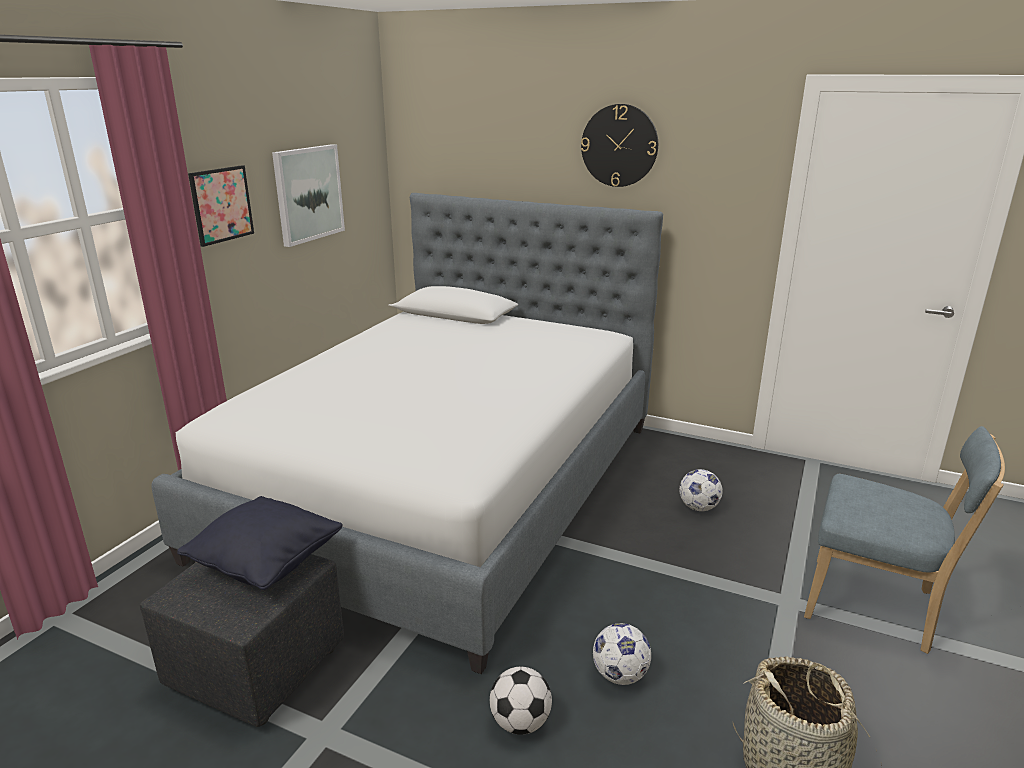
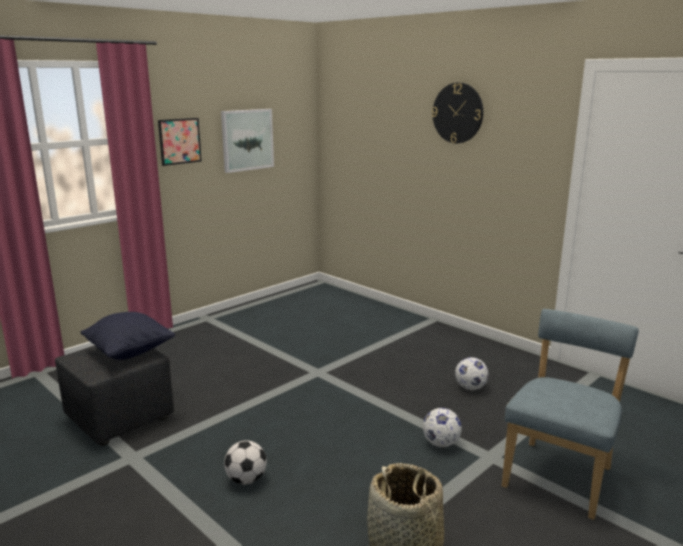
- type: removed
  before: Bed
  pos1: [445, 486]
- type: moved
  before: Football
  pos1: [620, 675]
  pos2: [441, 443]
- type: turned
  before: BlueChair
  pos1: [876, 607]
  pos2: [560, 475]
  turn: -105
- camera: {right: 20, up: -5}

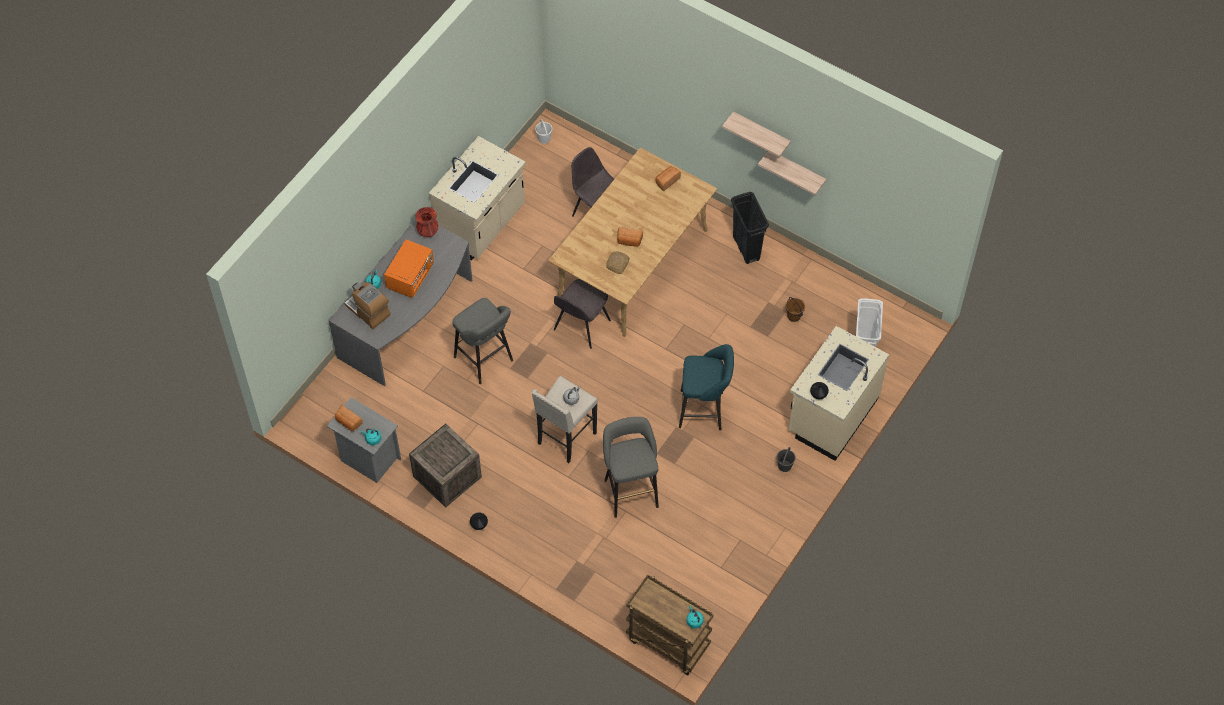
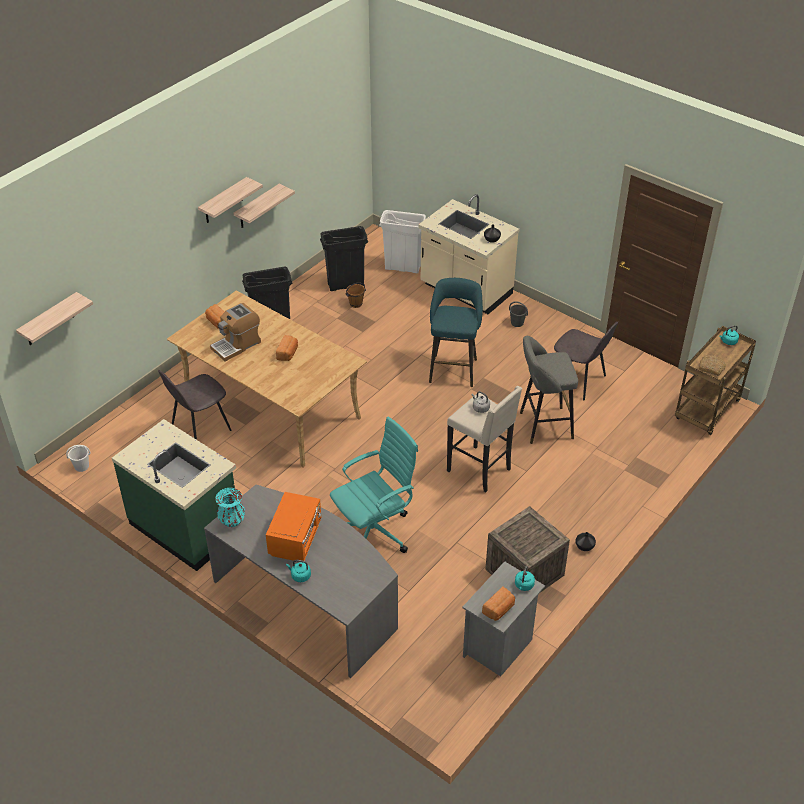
- type: added
  after: Shelf
  pos2: [49, 320]
- type: added
  after: BlackTrashCan
  pos2: [346, 285]
- type: moved
  before: CoffeeMachine
  pos1: [368, 310]
  pos2: [237, 345]
- type: moved
  before: GreyChair
  pos1: [581, 326]
  pos2: [579, 381]
- type: moved
  before: Bread
  pos1: [617, 264]
  pos2: [711, 368]
- type: replaced
  before: GreyStool
  after: TurquoiseOfficeChair
  pos1: [485, 361]
  pos2: [375, 531]
- type: recoloured
  before: RedVase
  after: TurquoiseVase
  pos1: [428, 231]
  pos2: [232, 520]
- type: recoloured
  before: BeigeCounter
  after: GreenCounter
  pos1: [481, 225]
  pos2: [186, 527]
- type: turned
  before: OrangeMicrowave
  pos1: [411, 277]
  pos2: [296, 538]
  turn: 75
- camera: {right: -85, up: -15}

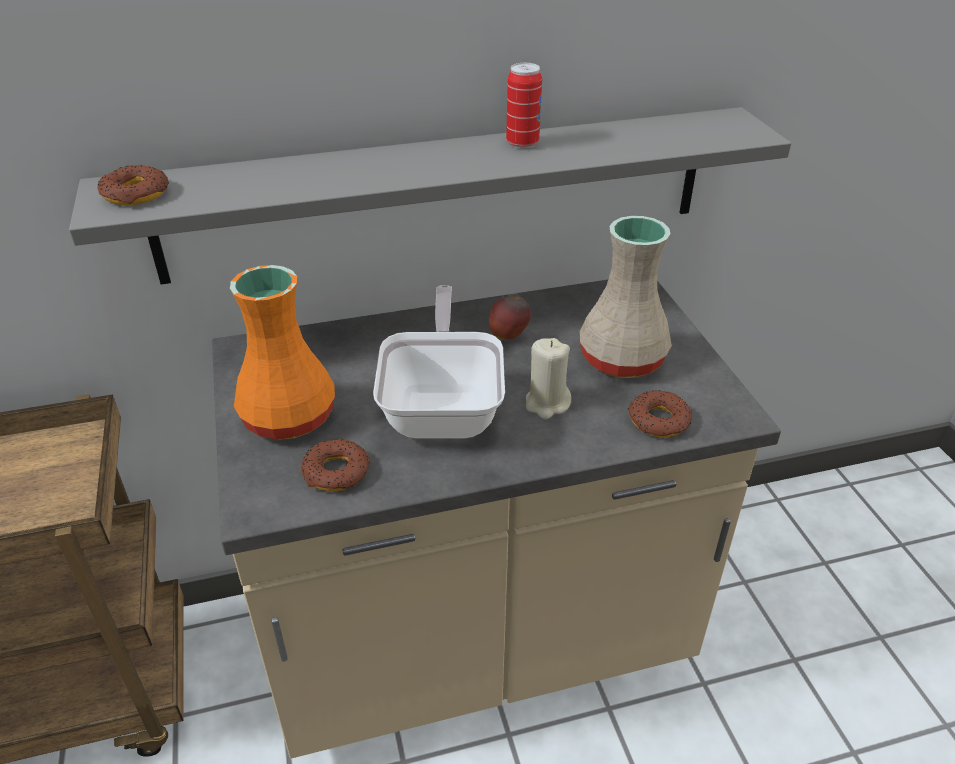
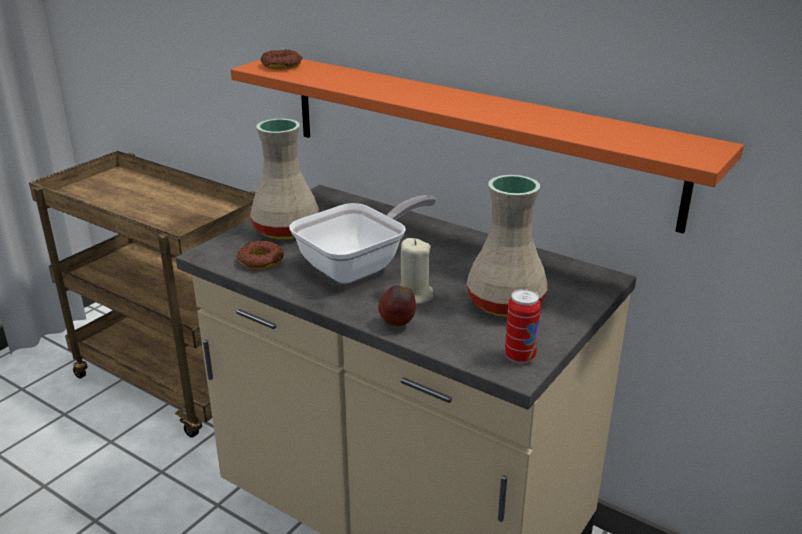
- type: removed
  before: Donut
  pos1: [658, 420]
- type: moved
  before: Apple
  pos1: [508, 337]
  pos2: [398, 325]
- type: moved
  before: Can
  pos1: [522, 143]
  pos2: [519, 357]
- type: recoloured
  before: GreyShelf
  after: OrangeShelf
  pos1: [439, 194]
  pos2: [471, 135]
- type: recoloured
  before: OrangeVase
  after: BeigeVase
  pos1: [291, 416]
  pos2: [287, 230]
- camera: {right: 50, up: -10}

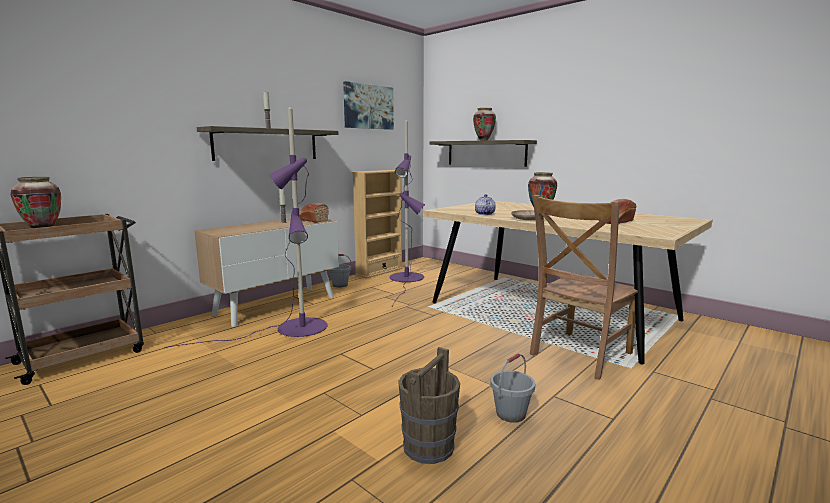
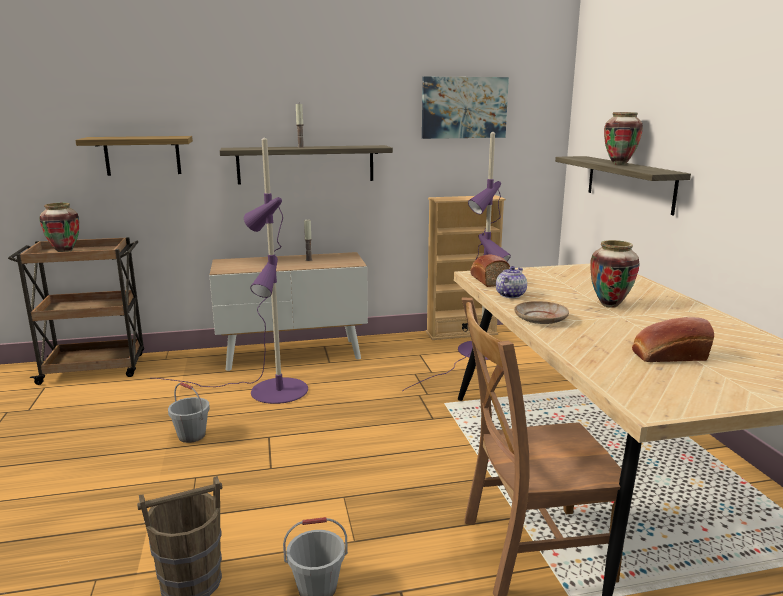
- type: added
  after: Shelf
  pos2: [142, 155]
- type: moved
  before: Bread
  pos1: [312, 220]
  pos2: [487, 280]
- type: moved
  before: GreyBucket
  pos1: [340, 285]
  pos2: [192, 435]
- camera: {right: 35, up: 5}

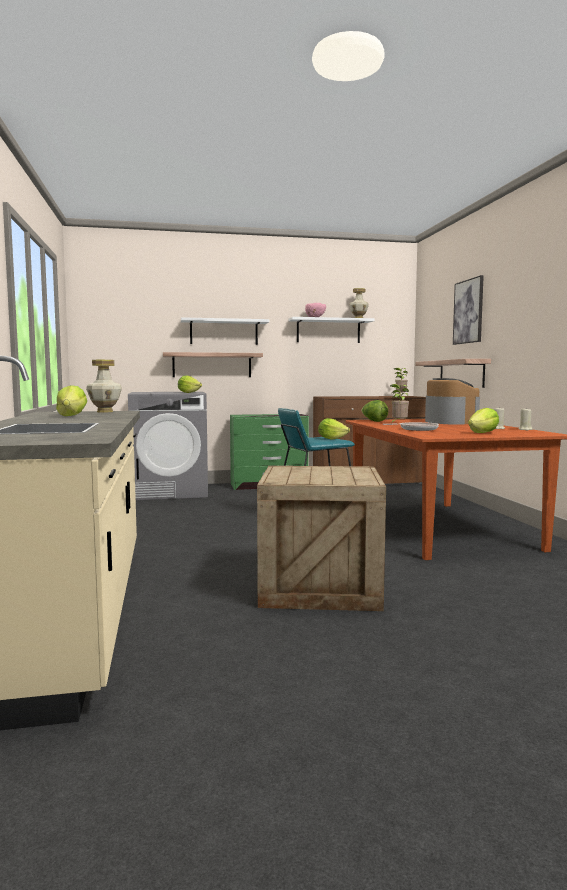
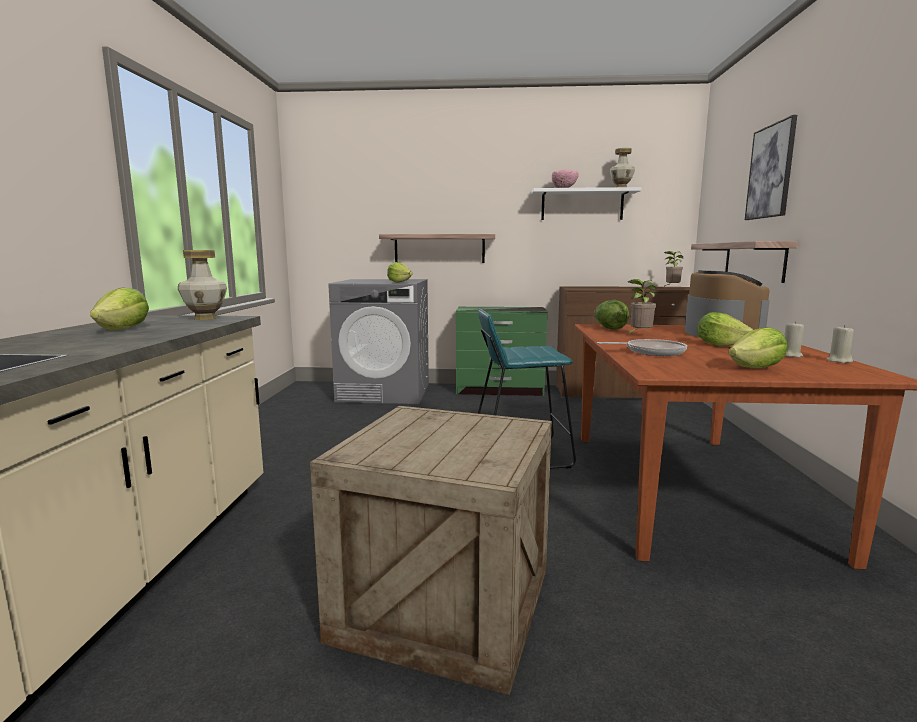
- type: removed
  before: WhiteShelf
  pos1: [224, 332]
- type: moved
  before: Lettuce
  pos1: [332, 439]
  pos2: [720, 345]
- camera: {right: 15, up: 5}

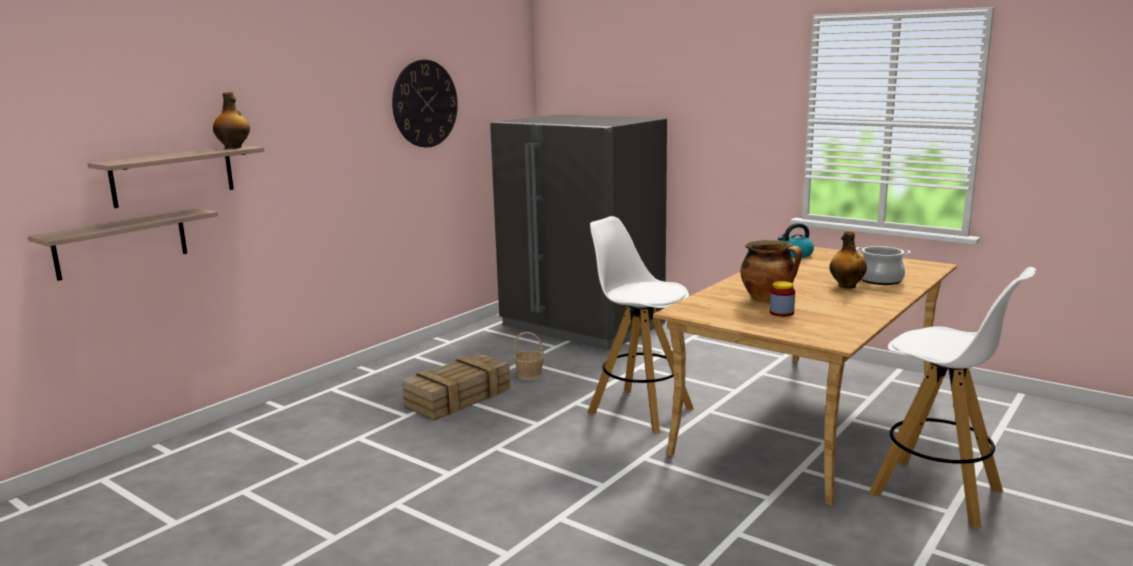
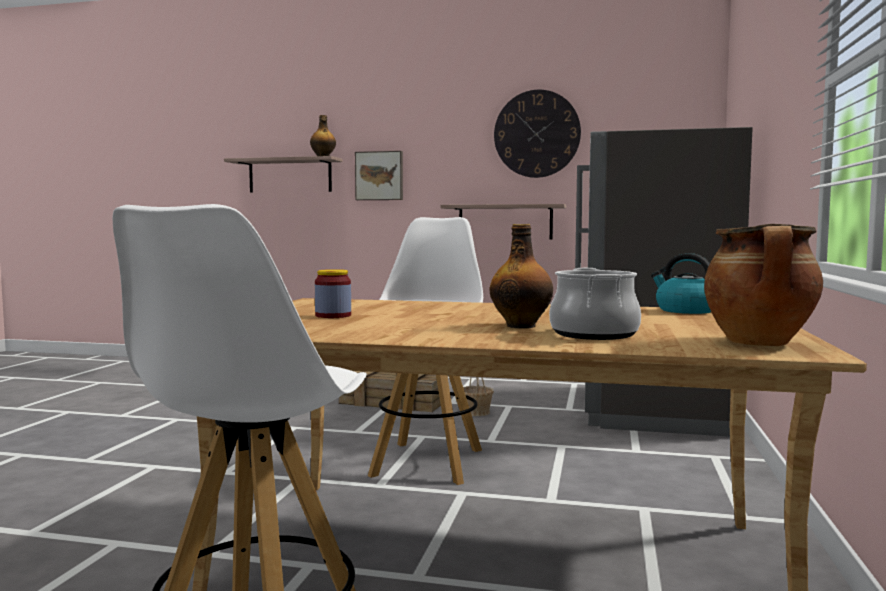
- type: added
  after: Picture
  pos2: [379, 176]
- type: moved
  before: Shelf
  pos1: [121, 243]
  pos2: [505, 222]
- type: moved
  before: CookingPot
  pos1: [768, 299]
  pos2: [760, 343]
- camera: {right: 65, up: -10}

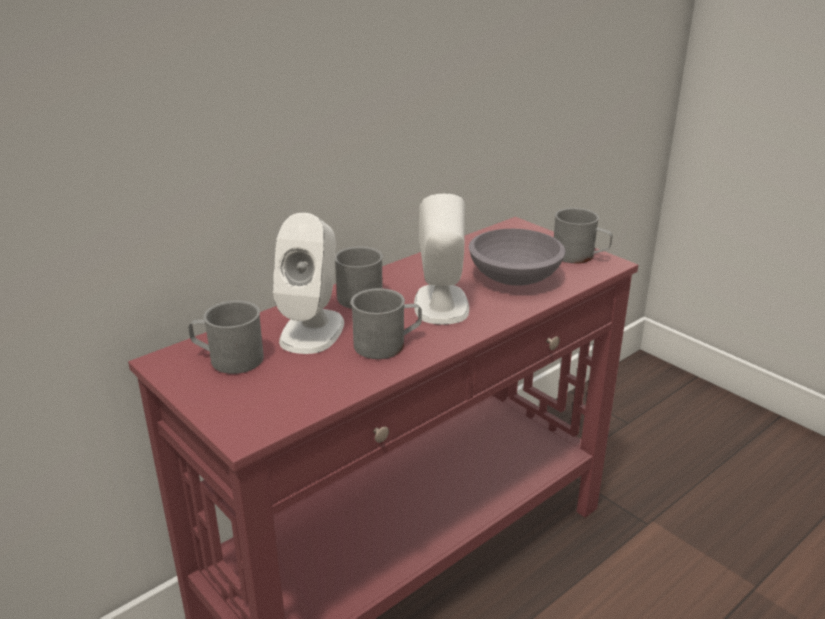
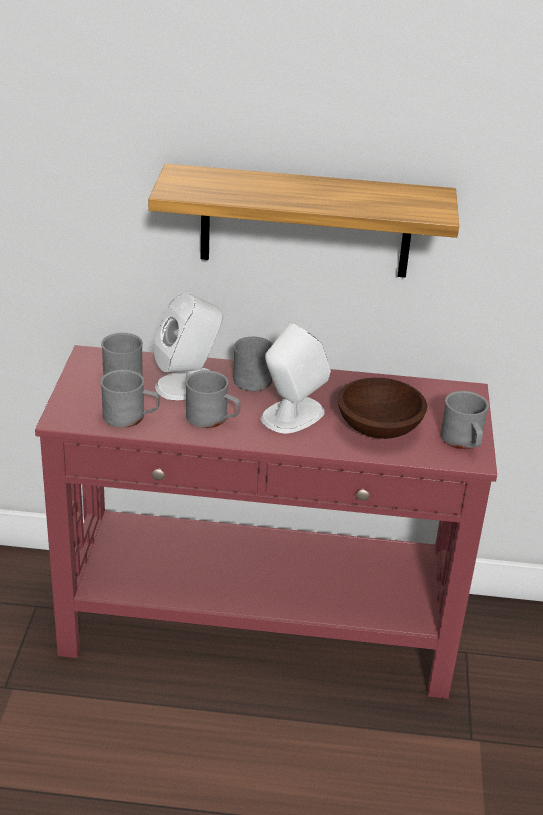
- type: added
  after: GreyMug
  pos2: [130, 417]
- type: added
  after: Shelf
  pos2: [306, 222]
- type: recoloured
  before: GreyBowl
  after: BrownBowl
  pos1: [513, 278]
  pos2: [378, 427]
- camera: {right: 45, up: 5}

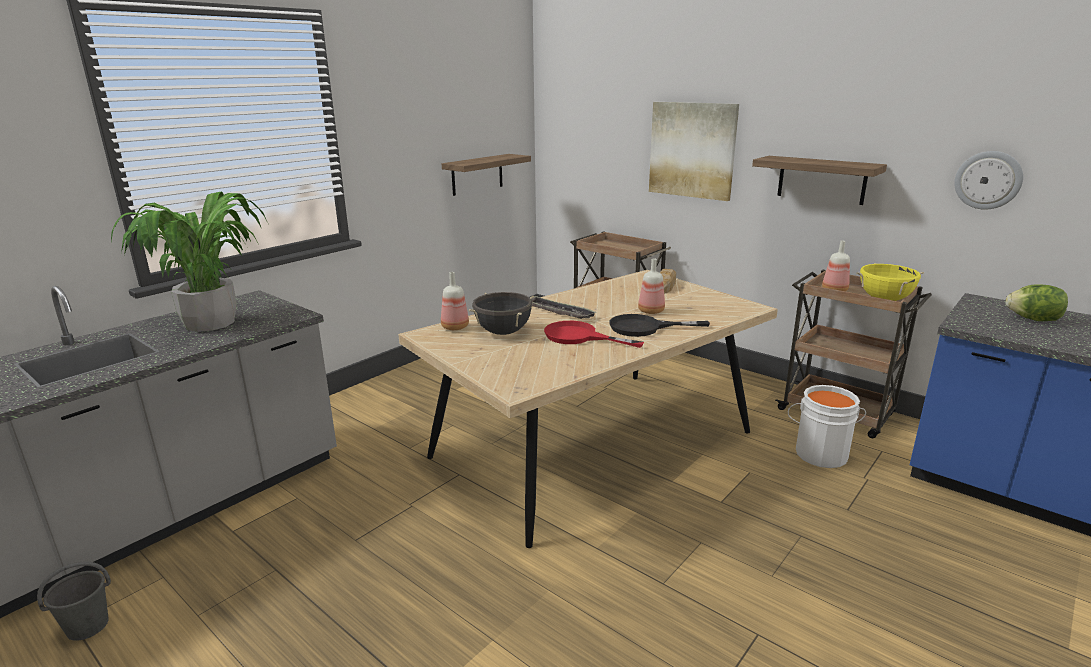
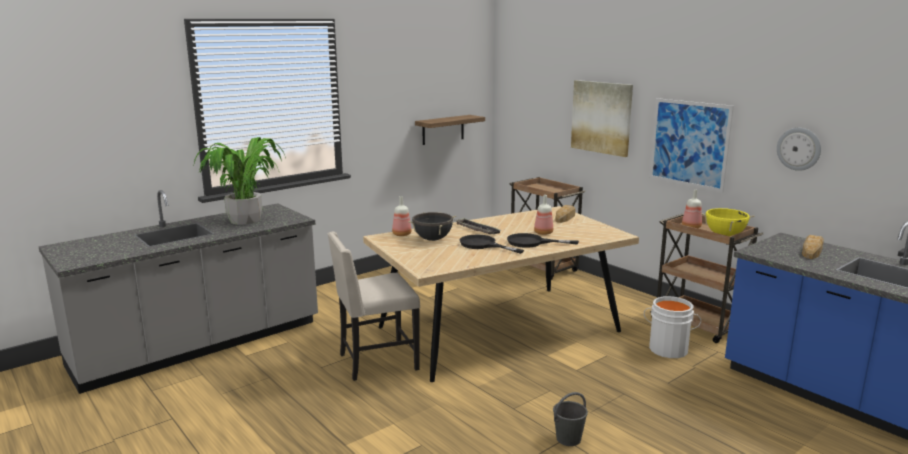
- type: added
  after: BeigeChair
  pos2: [376, 362]
- type: moved
  before: GreyBucket
  pos1: [87, 626]
  pos2: [568, 439]
- type: replaced
  before: Shelf
  after: Picture
  pos1: [821, 180]
  pos2: [689, 143]
- type: replaced
  before: Lettuce
  after: Bread
  pos1: [1033, 319]
  pos2: [812, 251]
- type: recoloured
  before: RedFryingPan
  after: BlackFryingPan
  pos1: [579, 337]
  pos2: [483, 245]
- camera: {right: 10, up: -5}

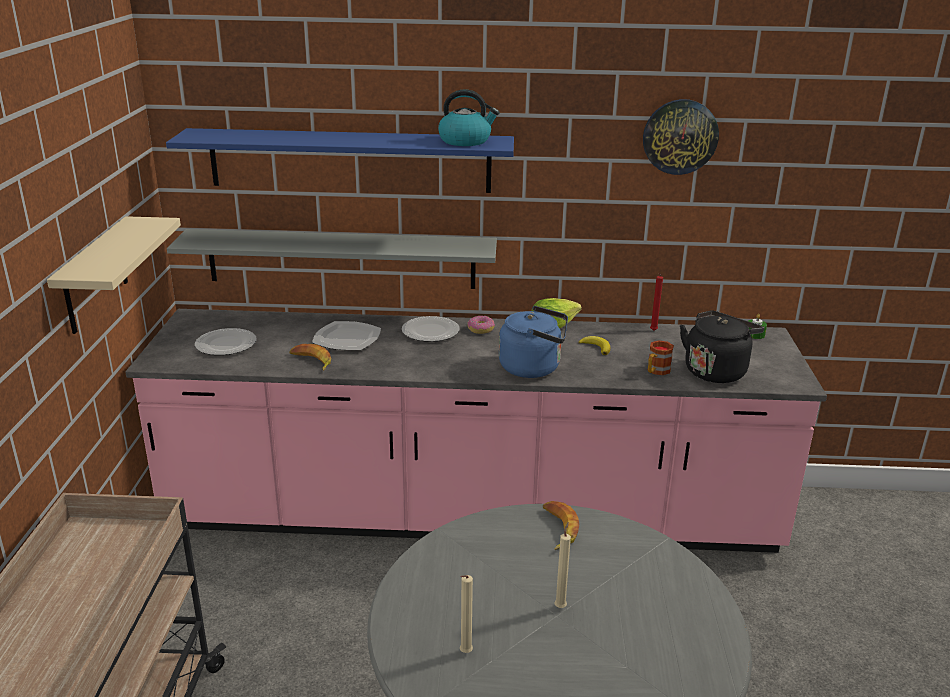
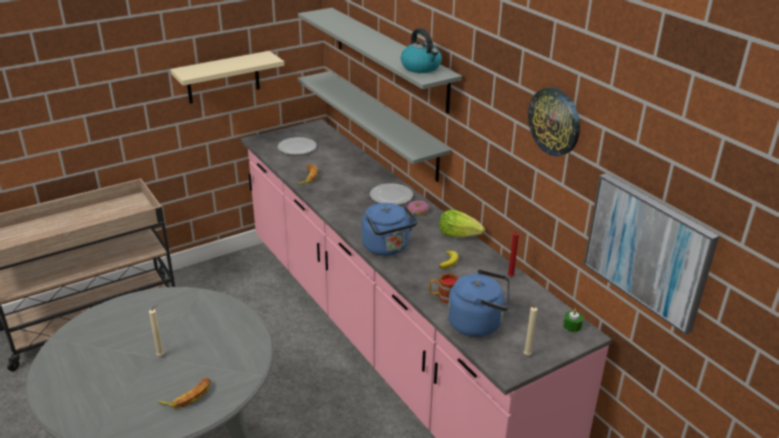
- type: removed
  before: Plate
  pos1: [346, 339]
- type: added
  after: Picture
  pos2: [647, 250]
- type: moved
  before: BeigeCandle
  pos1: [464, 653]
  pos2: [525, 355]
- type: moved
  before: Banana
  pos1: [558, 529]
  pos2: [188, 396]
- type: recoloured
  before: BlueShelf
  after: GreyShelf
  pos1: [350, 160]
  pos2: [389, 58]
- type: recoloured
  before: BlackKettle
  after: BlueKettle
  pos1: [716, 371]
  pos2: [478, 323]
- camera: {right: 55, up: 5}

